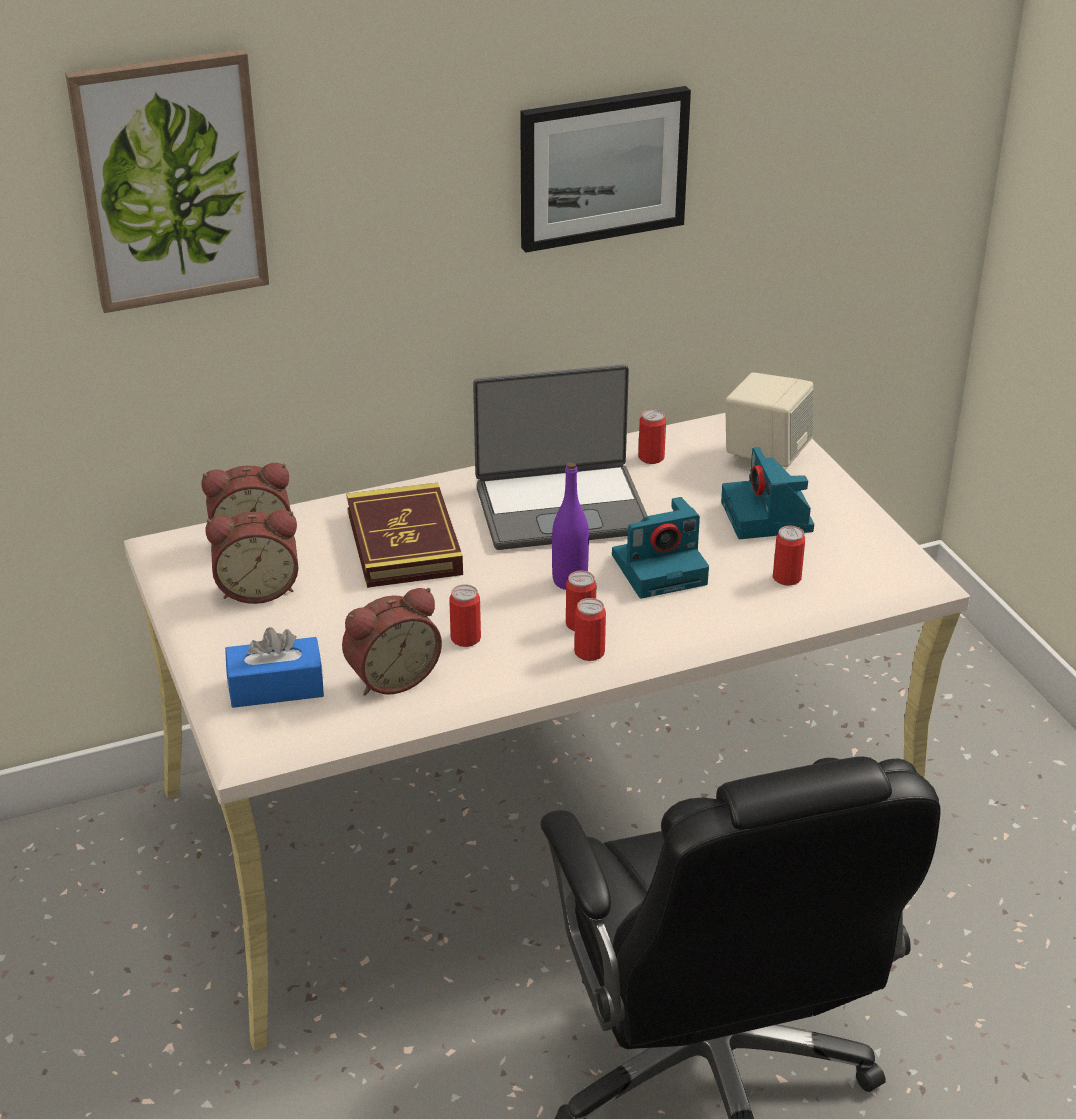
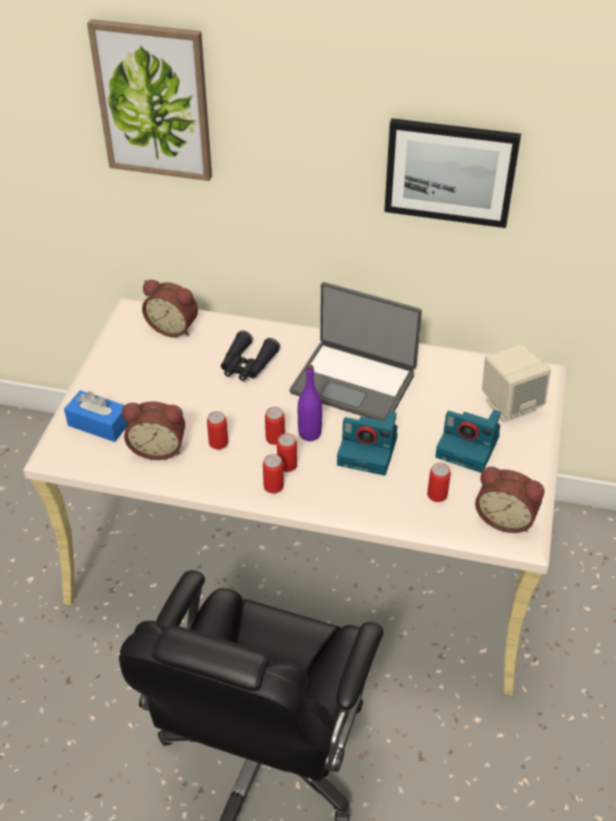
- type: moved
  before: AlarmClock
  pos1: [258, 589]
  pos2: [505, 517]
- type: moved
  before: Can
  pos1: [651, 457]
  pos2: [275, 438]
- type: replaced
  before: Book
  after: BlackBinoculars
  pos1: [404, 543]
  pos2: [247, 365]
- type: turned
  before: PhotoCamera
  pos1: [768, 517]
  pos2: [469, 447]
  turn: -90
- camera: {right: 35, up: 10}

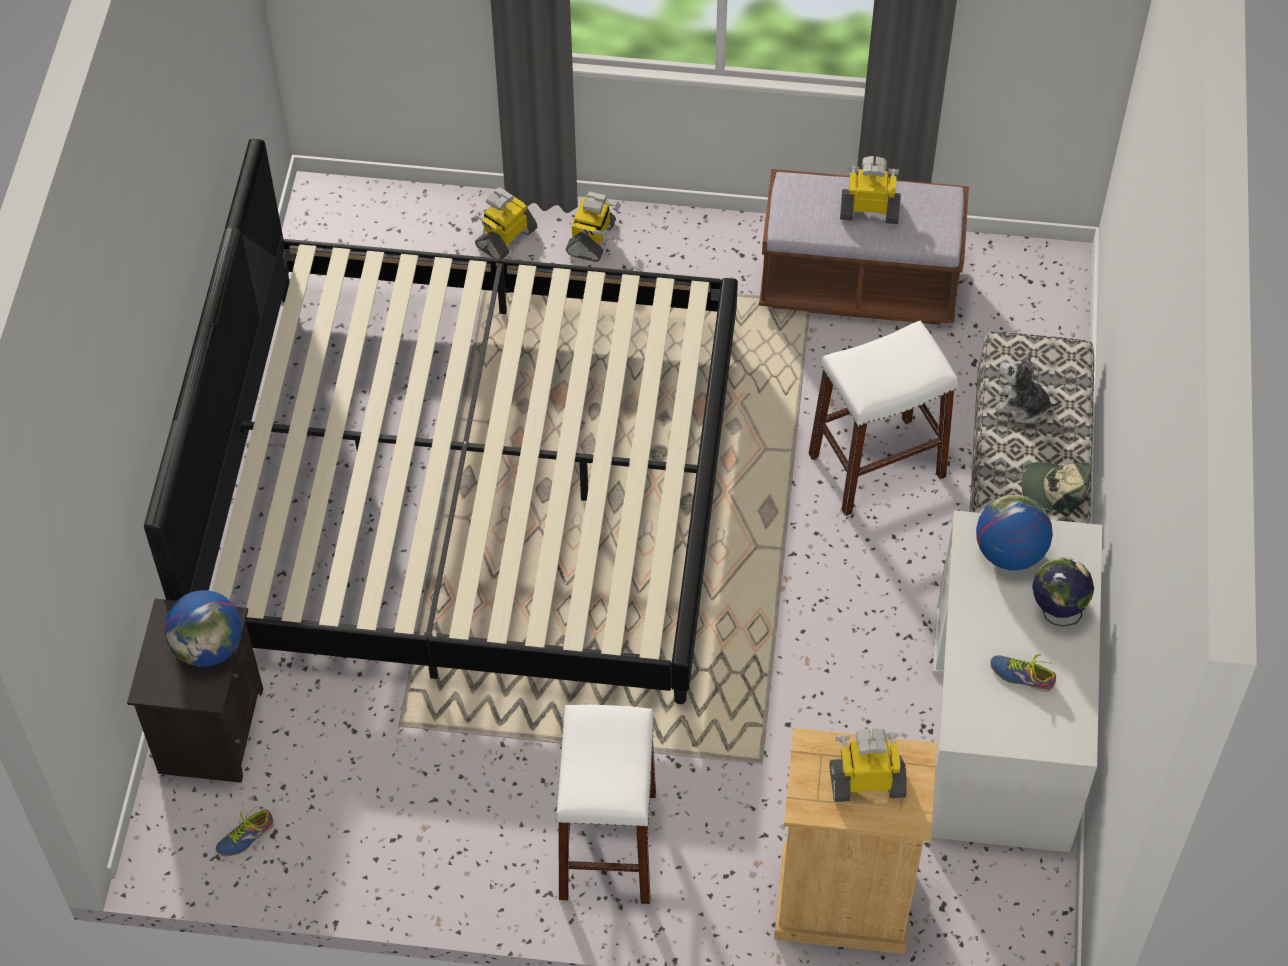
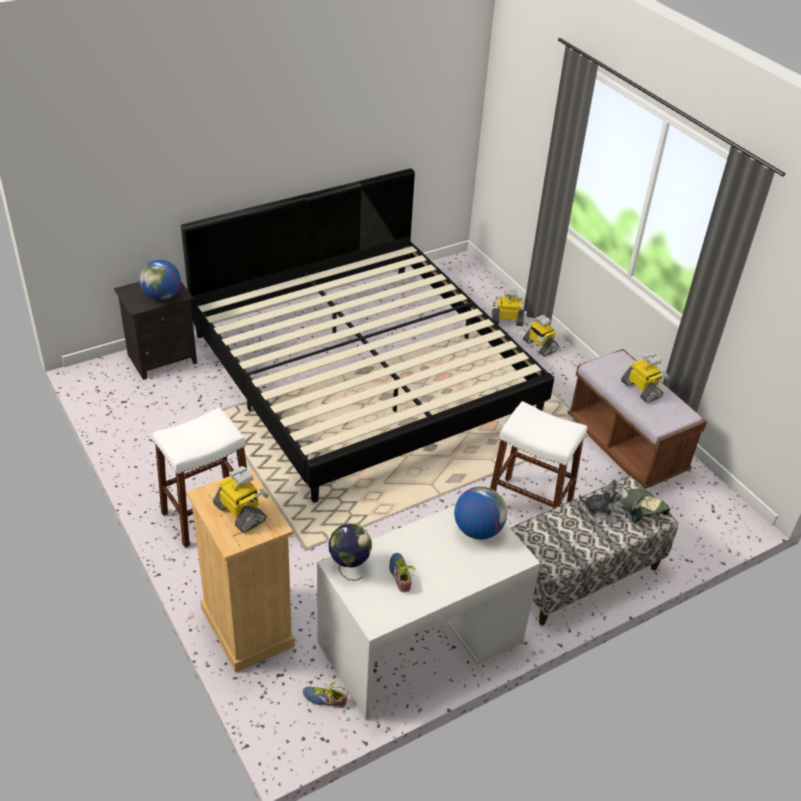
- type: moved
  before: Shoe
  pos1: [244, 835]
  pos2: [325, 697]
- type: moved
  before: Cap
  pos1: [1055, 489]
  pos2: [643, 509]
- type: moved
  before: Globe
  pos1: [1056, 611]
  pos2: [349, 567]
- type: turned
  before: ToyRobot
  pos1: [592, 239]
  pos2: [539, 346]
  turn: 75
- type: turned
  before: PlushToy
  pos1: [1022, 406]
  pos2: [600, 512]
  turn: 120
- camera: {right: 50, up: -15}

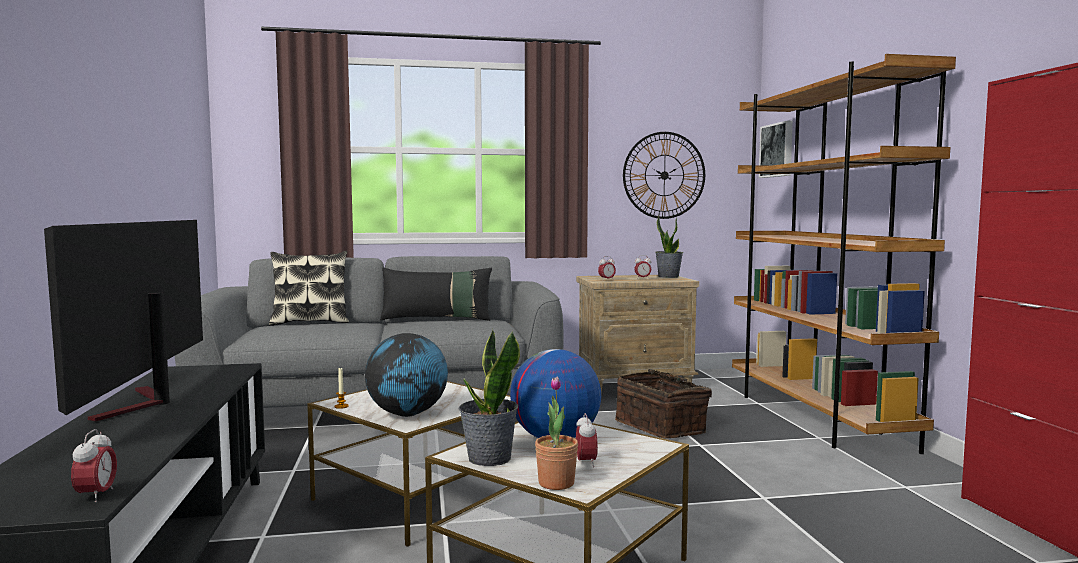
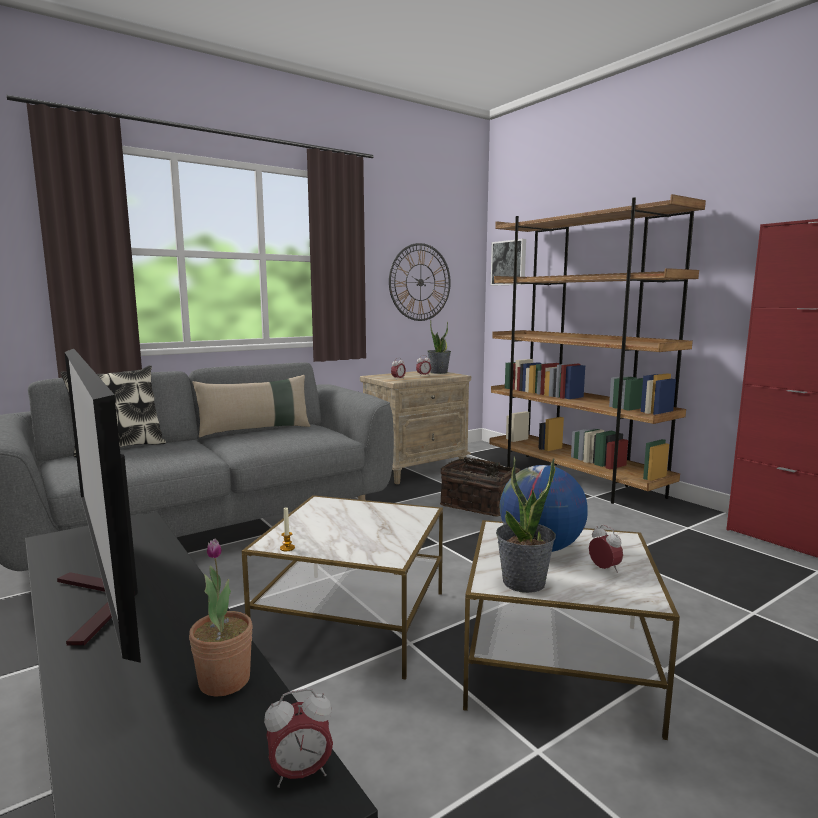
- type: removed
  before: Globe
  pos1: [407, 414]
- type: moved
  before: PottedPlant
  pos1: [556, 483]
  pos2: [224, 680]
- type: recoloured
  before: BlackPillow
  after: BeigePillow
  pos1: [437, 319]
  pos2: [255, 430]
- type: turned
  before: AlarmClock
  pos1: [96, 496]
  pos2: [300, 773]
  turn: 105
- camera: {right: -25, up: 5}

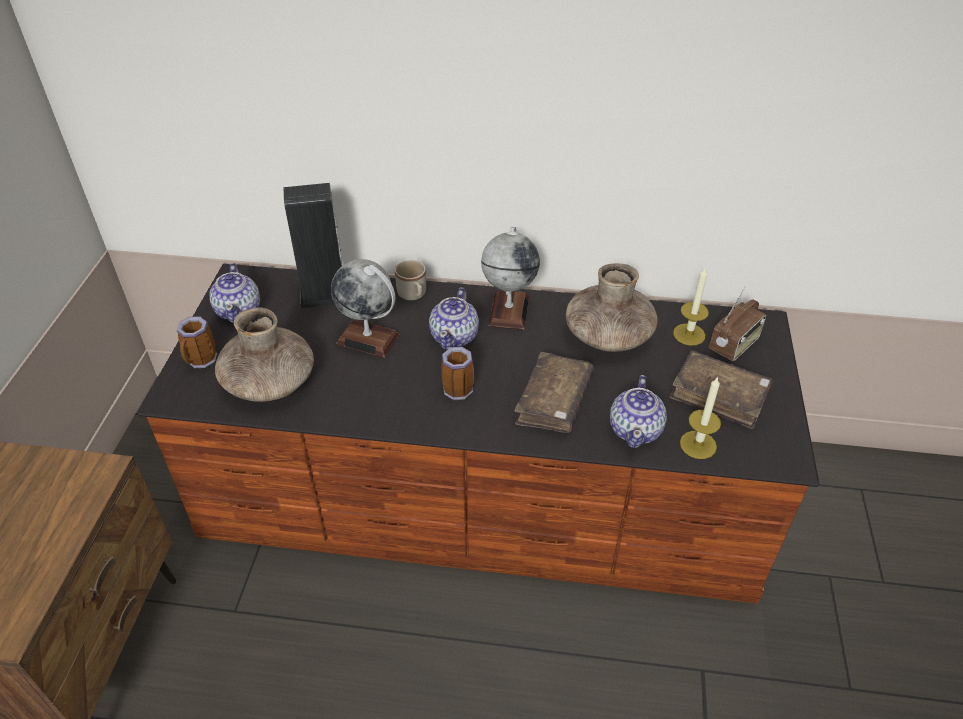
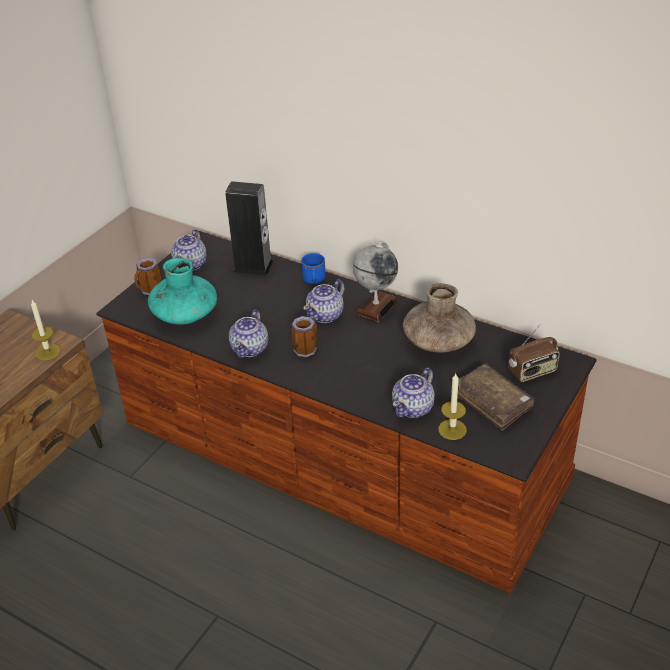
- type: removed
  before: Globe
  pos1: [368, 339]
- type: removed
  before: BrownBook
  pos1: [554, 401]
- type: added
  after: Teapot
  pos2: [250, 348]
- type: moved
  before: Candle
  pos1: [689, 334]
  pos2: [47, 352]
- type: recoloured
  before: BrownVase
  after: TurquoiseVase
  pos1: [269, 381]
  pos2: [185, 314]
- type: recoloured
  before: BeigeMug
  after: BlueMug
  pos1: [413, 295]
  pos2: [314, 281]
- camera: {right: 25, up: -5}

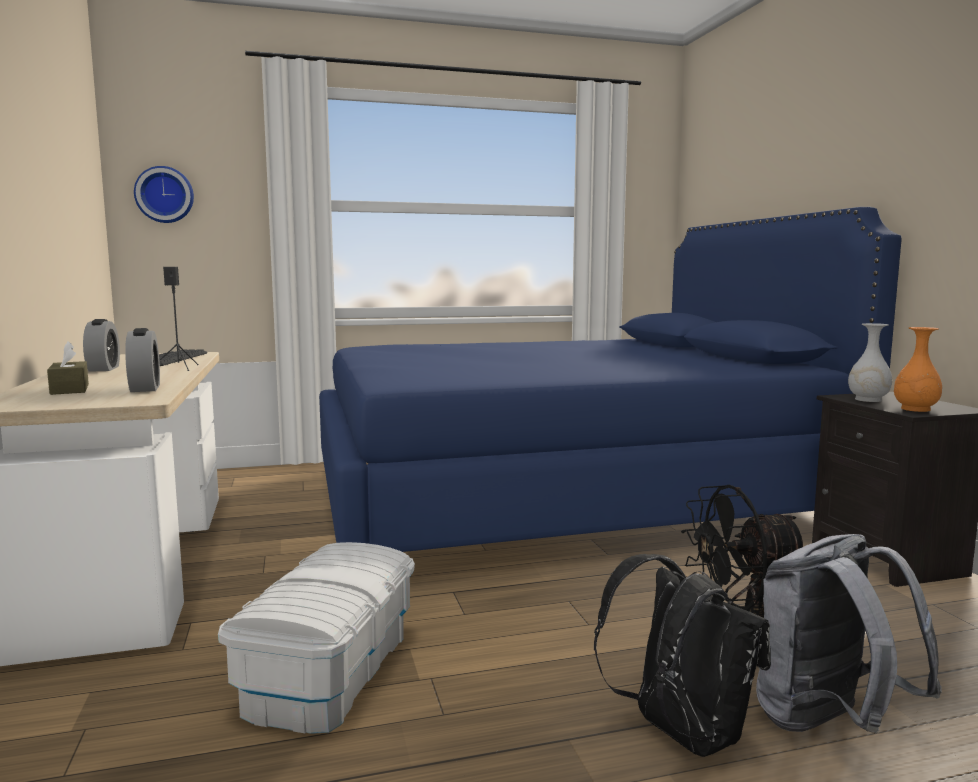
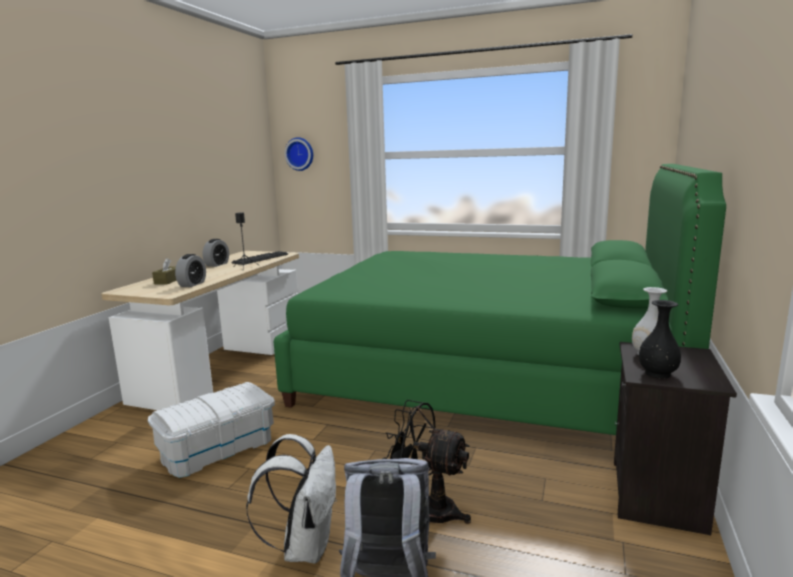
- type: recoloured
  before: BlueBed
  after: GreenBed
  pos1: [561, 497]
  pos2: [487, 376]
- type: recoloured
  before: BlackBackpack
  after: WhiteBackpack
  pos1: [679, 734]
  pos2: [305, 546]
- type: recoloured
  before: OrangeVase
  after: BlackVase
  pos1: [915, 409]
  pos2: [657, 373]
- camera: {right: 35, up: 5}

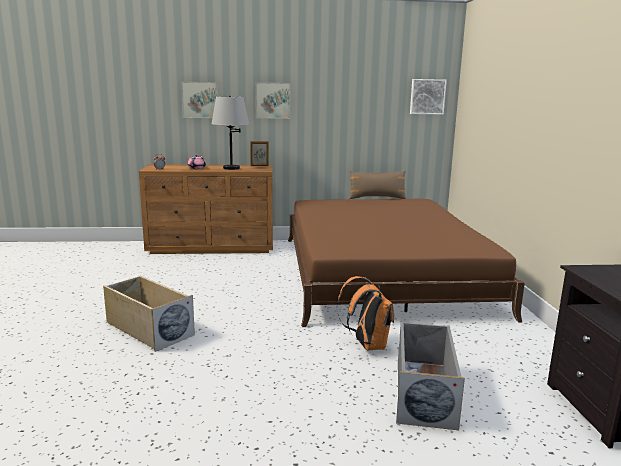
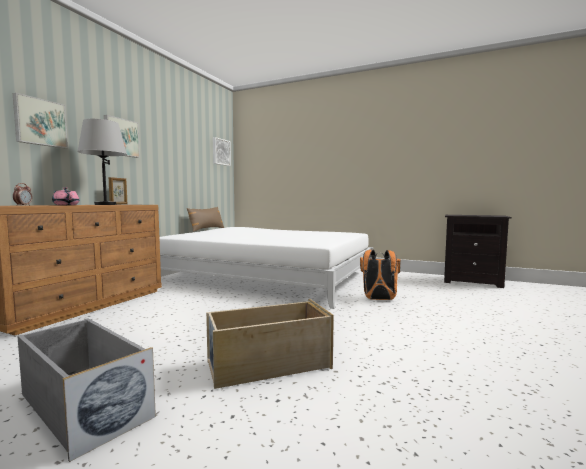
- type: moved
  before: GreyStorageBox
  pos1: [423, 392]
  pos2: [83, 406]
- type: recoloured
  before: BrownBed
  after: WhiteBed
  pos1: [381, 273]
  pos2: [267, 276]
- camera: {right: -60, up: -10}

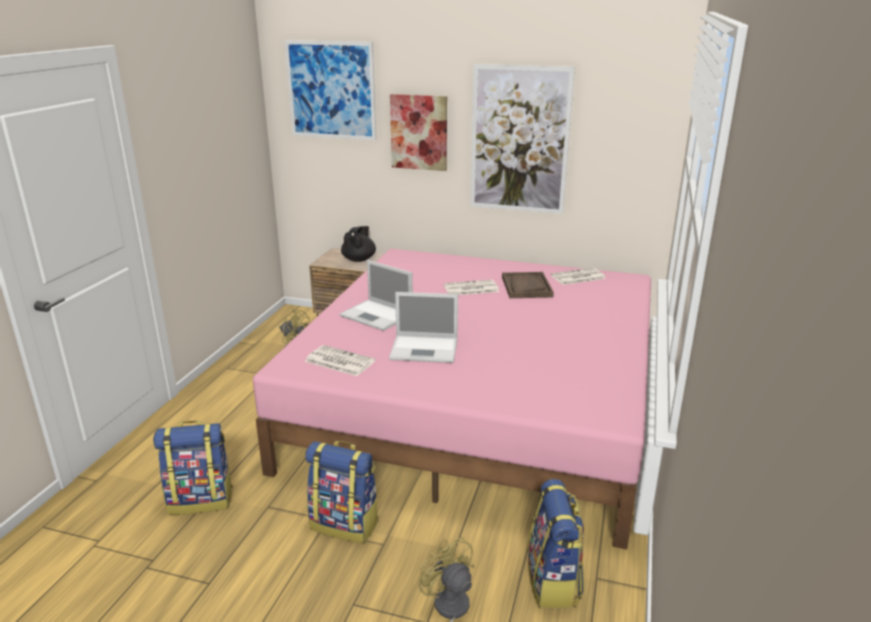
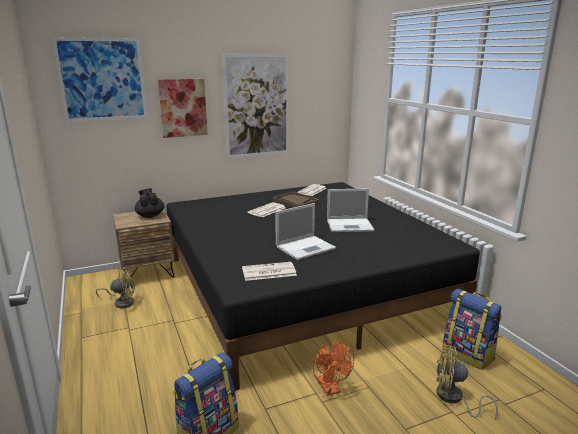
- type: moved
  before: Laptop
  pos1: [377, 315]
  pos2: [350, 225]
- type: replaced
  before: Backpack
  after: OrangeFan
  pos1: [345, 524]
  pos2: [330, 389]
- type: recoloured
  before: PinkBed
  after: BlackBed
  pos1: [479, 405]
  pos2: [302, 287]
- camera: {right: -40, up: -5}

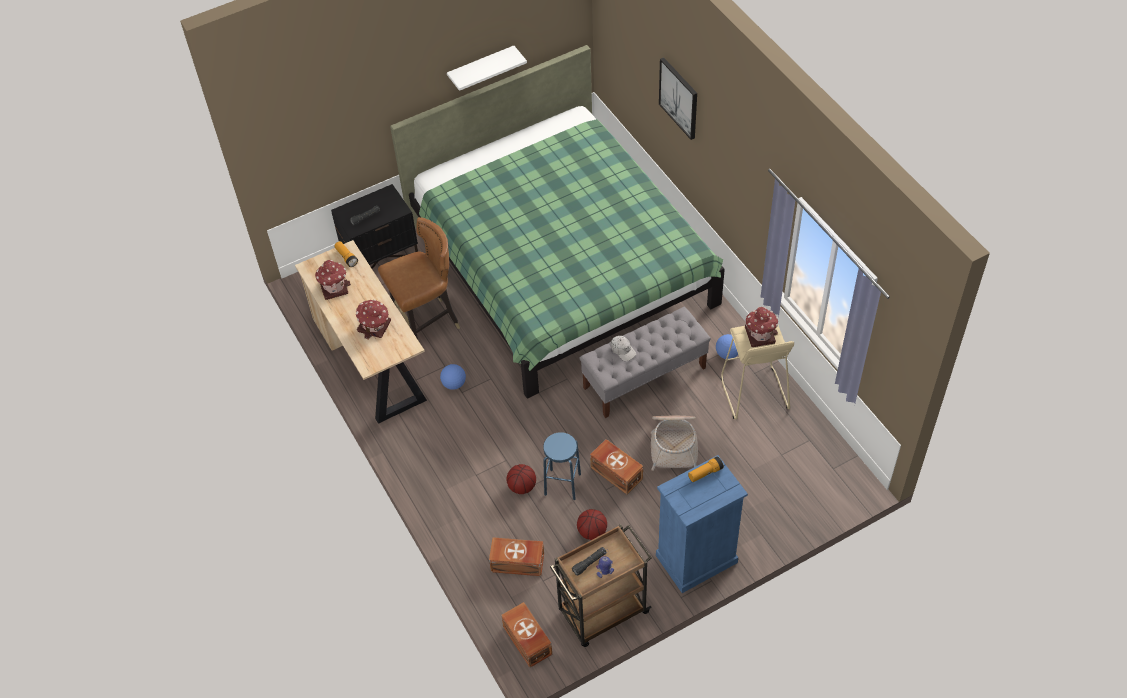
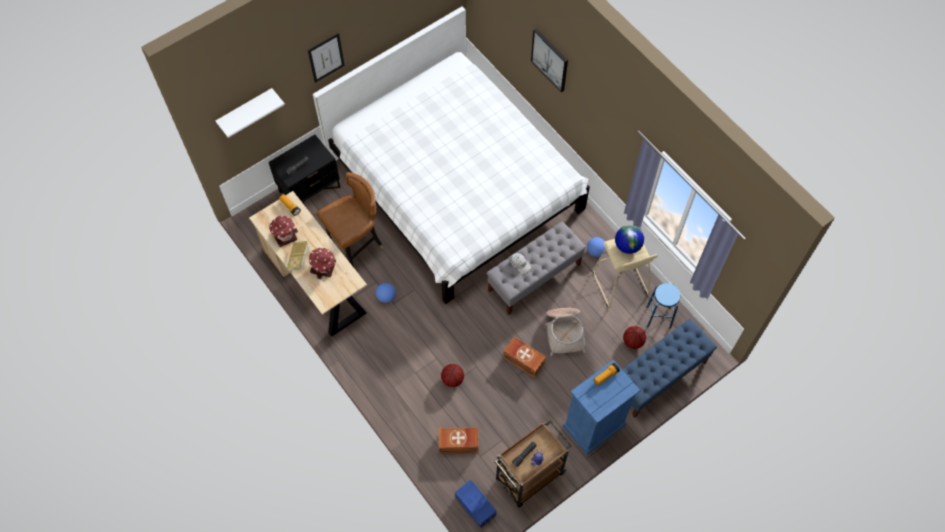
- type: added
  after: Book
  pos2: [299, 259]
- type: added
  after: Picture
  pos2: [326, 57]
- type: added
  after: BlueBench
  pos2: [658, 377]
- type: moved
  before: WhiteShelf
  pos1: [481, 69]
  pos2: [246, 111]
- type: moved
  before: BlueStool
  pos1: [562, 484]
  pos2: [658, 317]
- type: moved
  before: Basketball
  pos1: [592, 532]
  pos2: [633, 342]
- type: replaced
  before: ToyHouse
  after: Globe
  pos1: [760, 334]
  pos2: [627, 246]
- type: recoloured
  before: GreenBed
  after: WhiteBed
  pos1: [560, 265]
  pos2: [455, 186]
- type: recoloured
  before: BrownStorageBox
  after: BlueStorageBox
  pos1: [527, 641]
  pos2: [475, 507]
- camera: {right: -10, up: 10}

